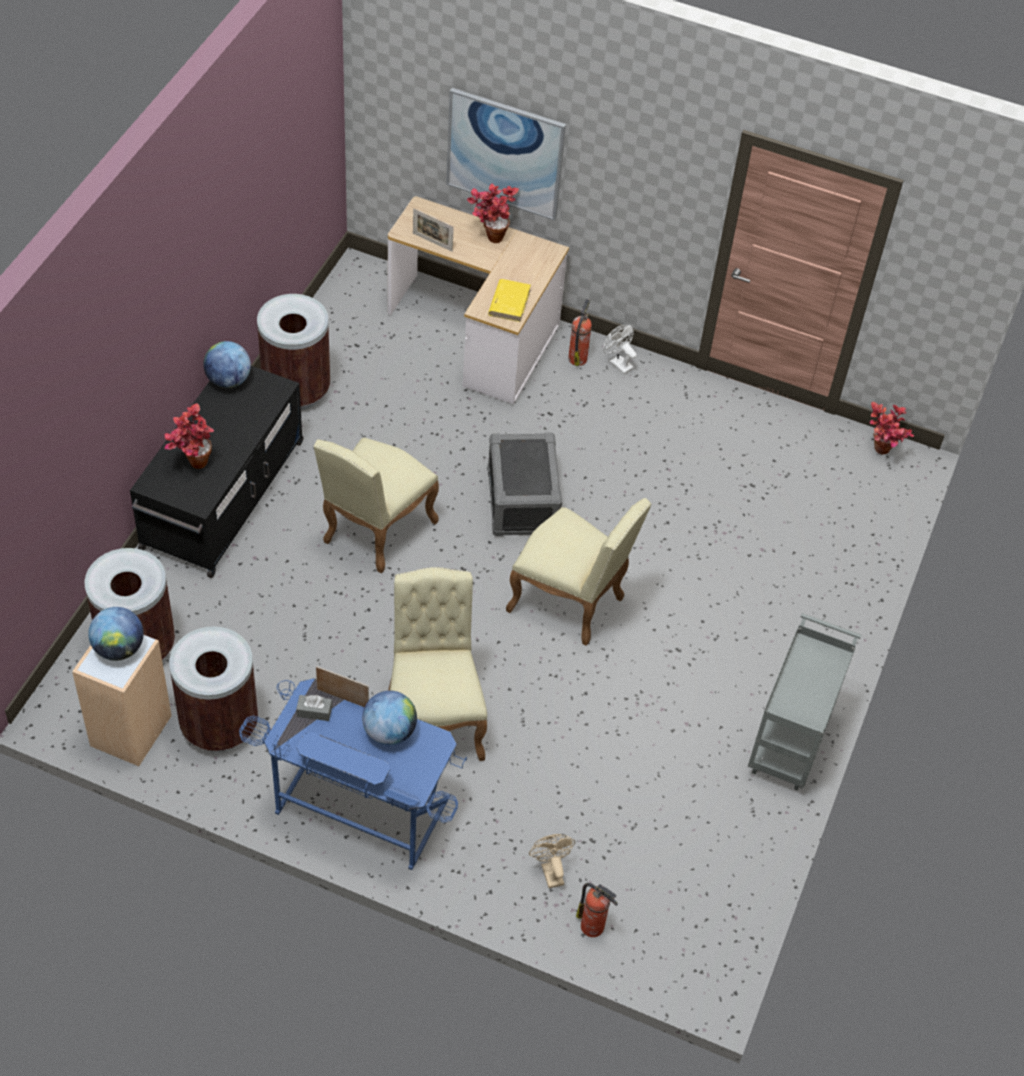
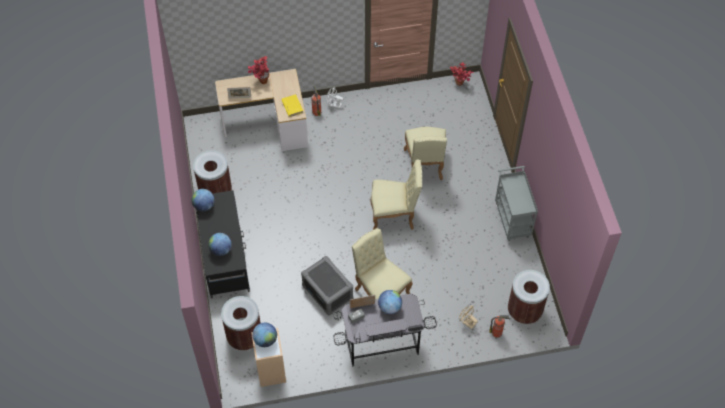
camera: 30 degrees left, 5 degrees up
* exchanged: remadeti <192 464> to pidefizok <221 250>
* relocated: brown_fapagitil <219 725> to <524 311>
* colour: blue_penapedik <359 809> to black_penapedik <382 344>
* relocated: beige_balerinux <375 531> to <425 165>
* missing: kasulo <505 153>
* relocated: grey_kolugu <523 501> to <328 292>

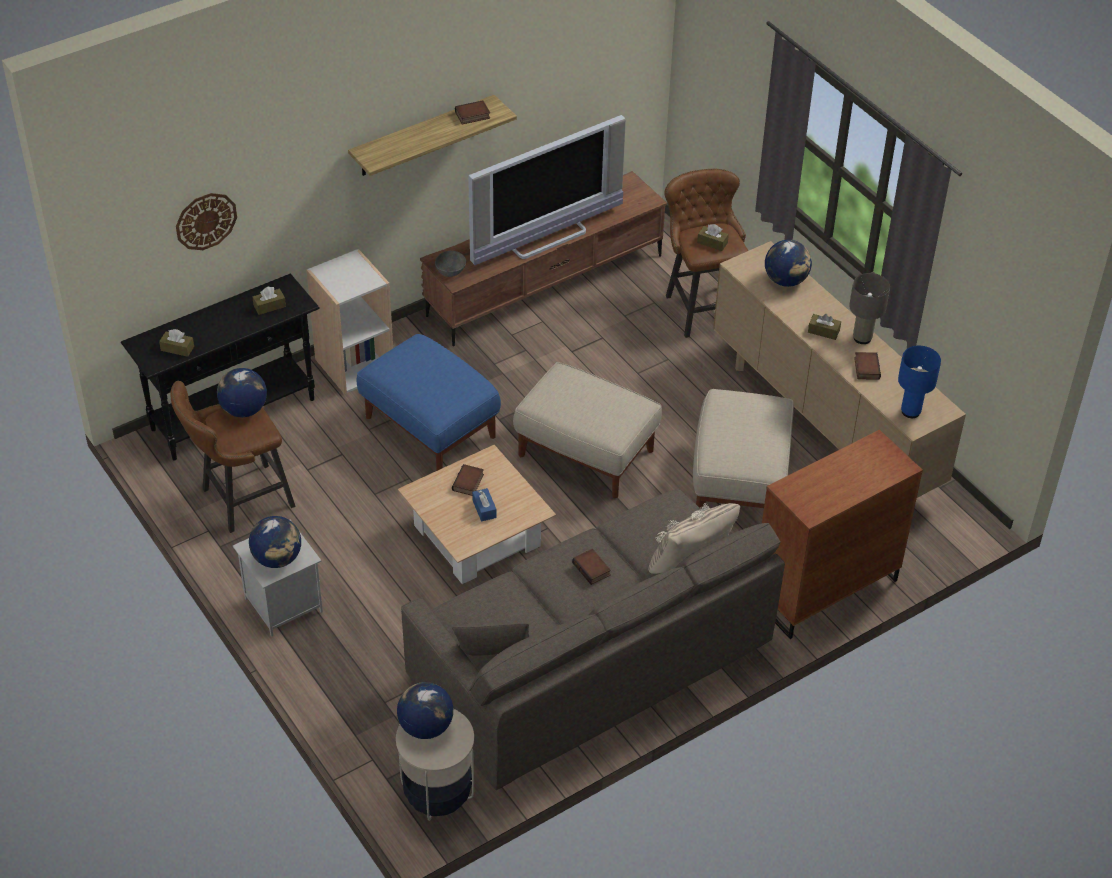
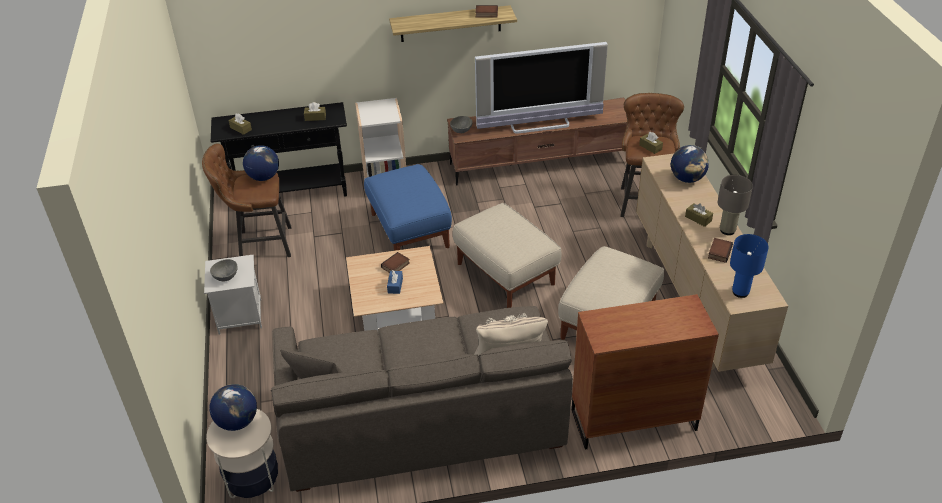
camera: 25 degrees right, 5 degrees down
* missing: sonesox <206 221>
* exchanged: pidefizok <277 559> to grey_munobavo <226 277>
* missing: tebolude <592 569>

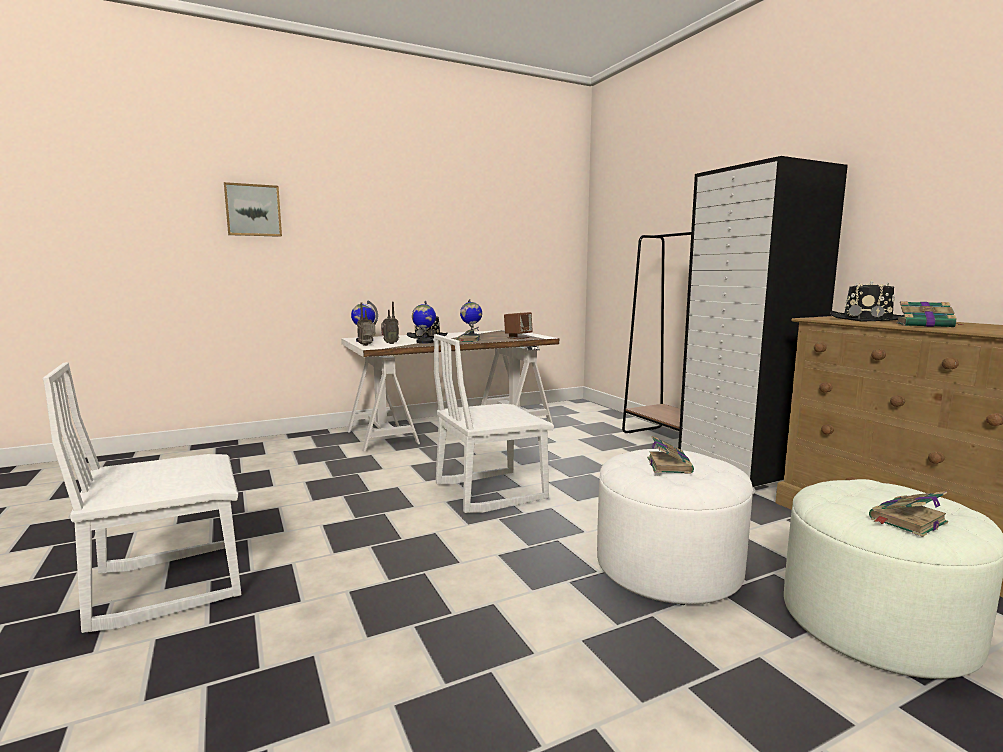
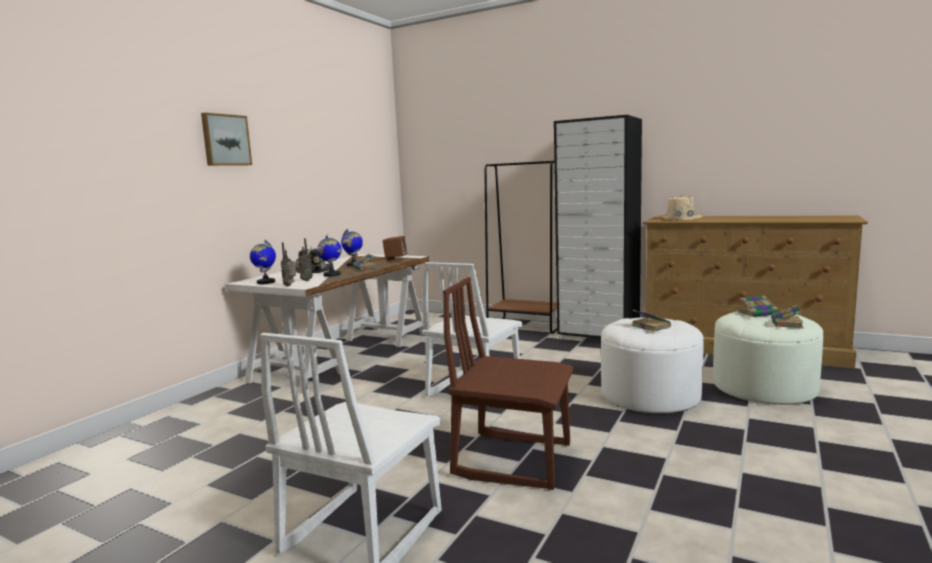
camera: 35 degrees left, 0 degrees up
* relocated: kasulo <253 210> to <225 140>
* colour: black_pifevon <867 319> to beige_pifevon <680 218>
* relocated: tebolude <926 325> to <758 313>
* appeared: brown_balerinux <513 459>

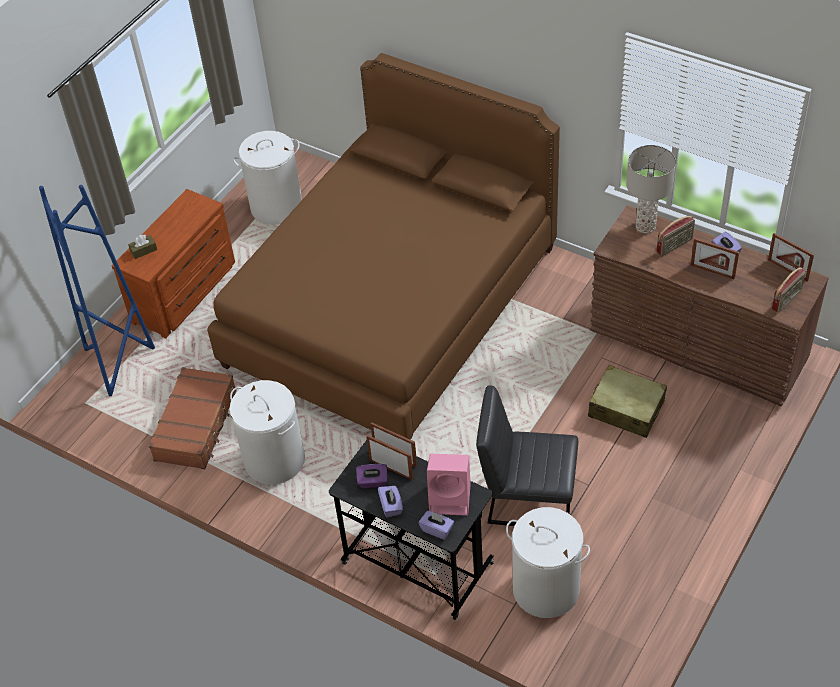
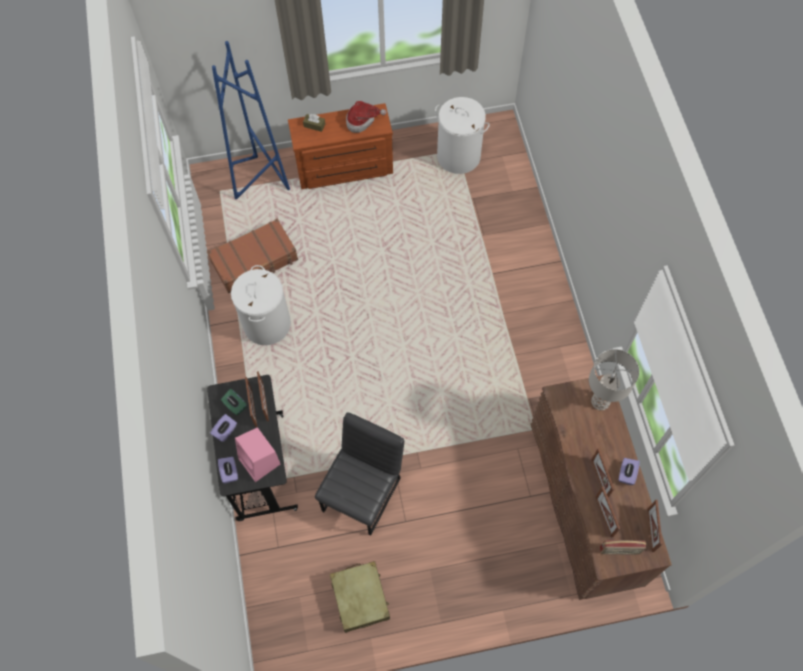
camera: 45 degrees right, 15 degrees up
* missing: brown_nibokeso <391 306>
* colour: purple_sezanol <373 482> to green_sezanol <235 405>
* spun: grey_balerinux <528 498> = <363 492> 60 degrees clockwise
* missing: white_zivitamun <546 589>
* relocated: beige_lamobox <626 409> to <360 598>
* missing: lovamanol <674 246>
* appeared: pifevon <362 121>
* appeared: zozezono <604 516>

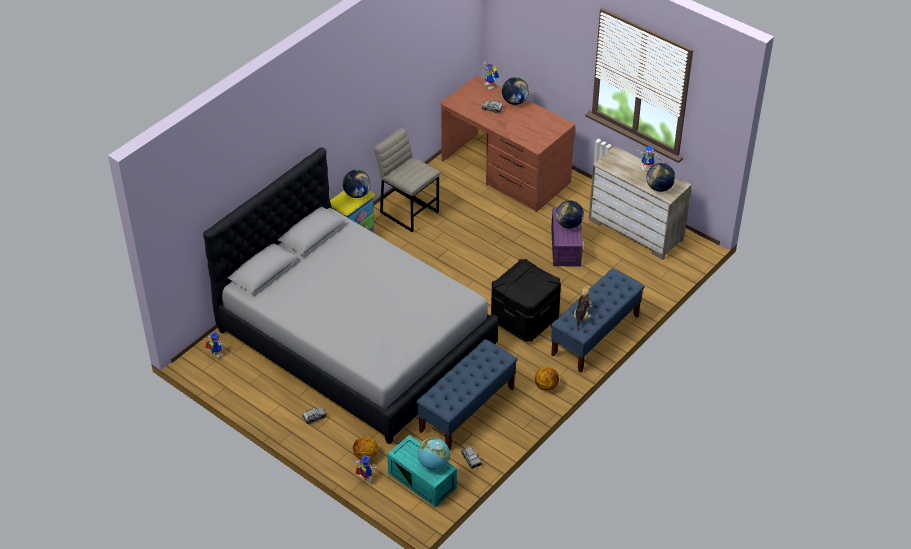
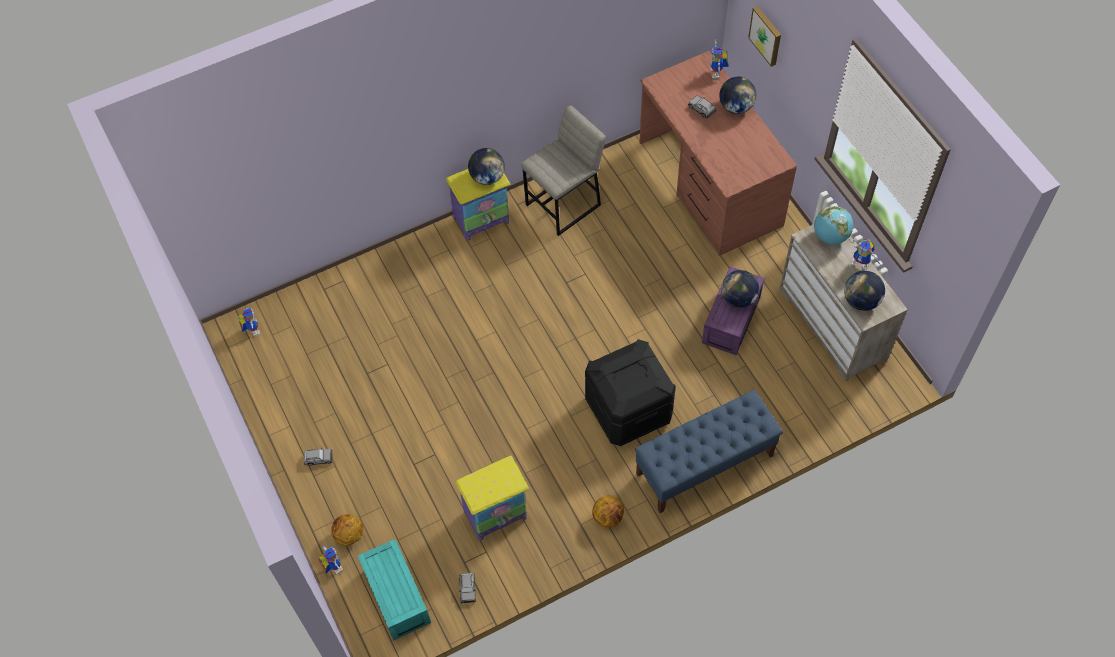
camera: 25 degrees right, 15 degrees up
* missing: grey_nibokeso <356 339>
* spun: grey_balerinux <408 211> = <564 204> 75 degrees clockwise
* exchanged: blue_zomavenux <467 409> to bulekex <497 515>
* relocated: pidefizok <433 464> to <830 236>
* missing: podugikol <582 316>
* appeared: kasulo <766 35>

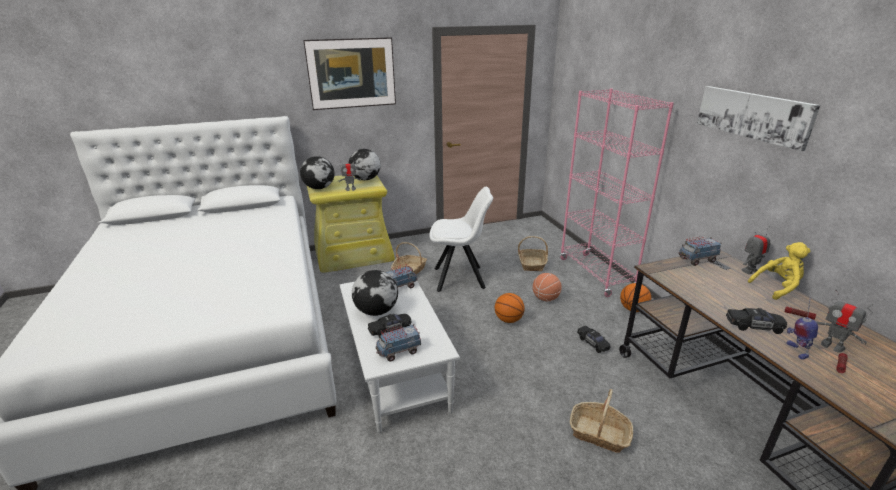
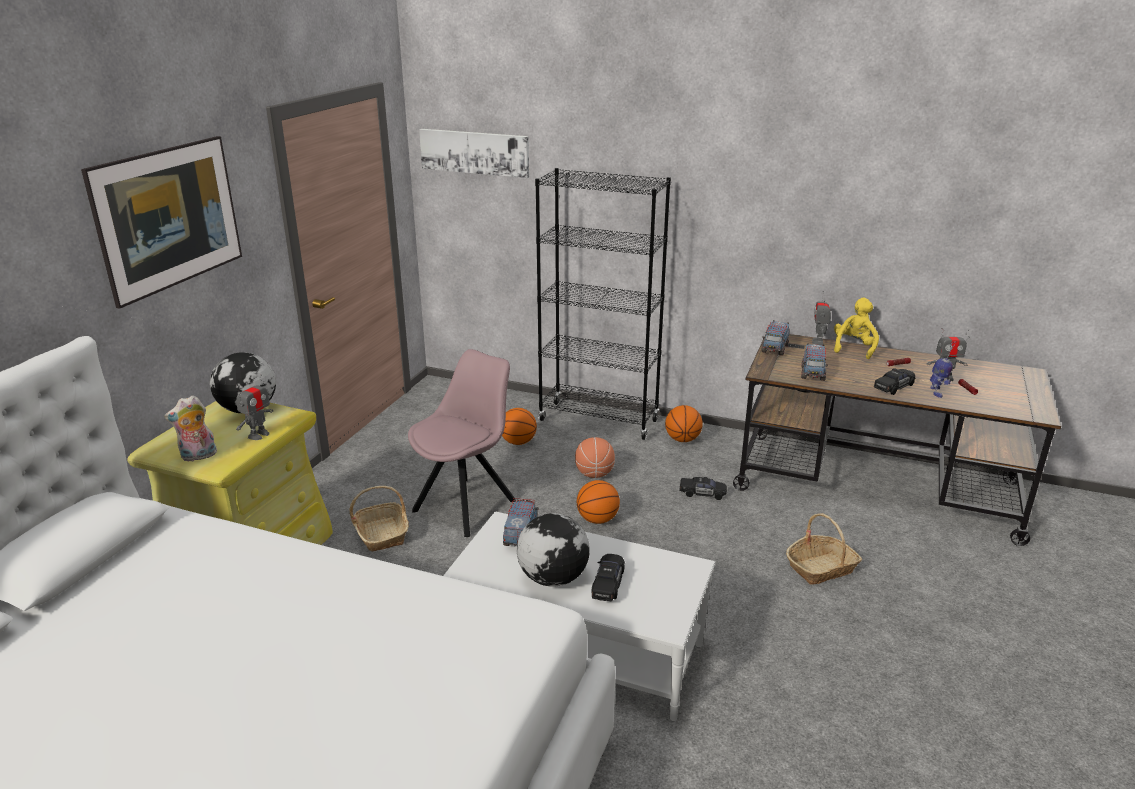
camera: 50 degrees left, 0 degrees up
* exchanged: pidefizok <320 188> to podugikol <198 456>
* relocated: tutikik <399 351> to <812 374>
* colour: white_balerinux <459 278> to pink_balerinux <466 506>
* exchanged: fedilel <532 264> to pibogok <518 442>
* colour: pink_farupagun <595 274> to black_farupagun <599 420>
* relocated: kasulo <752 115> to <474 152>
* spun: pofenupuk <796 350> = <937 392> 120 degrees counterclockwise

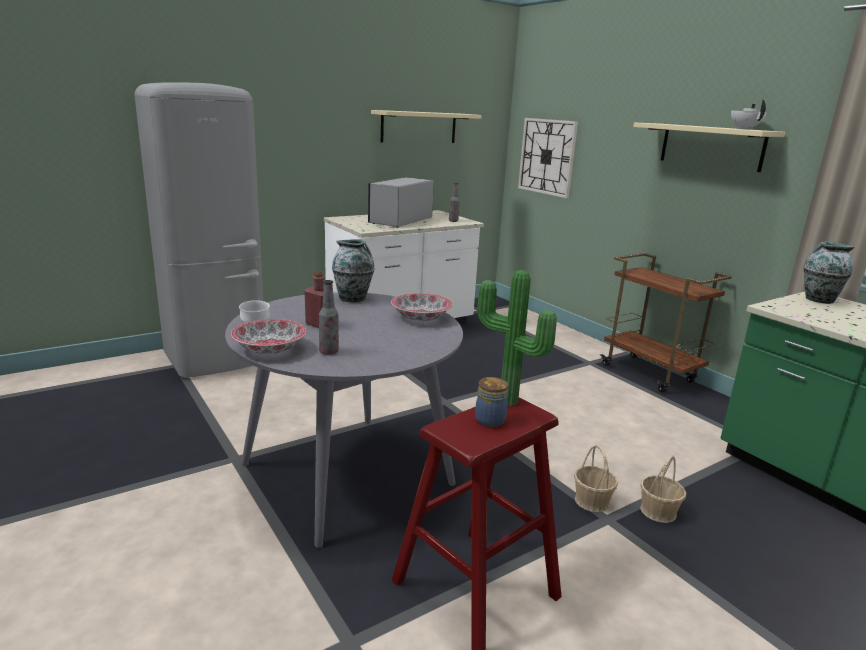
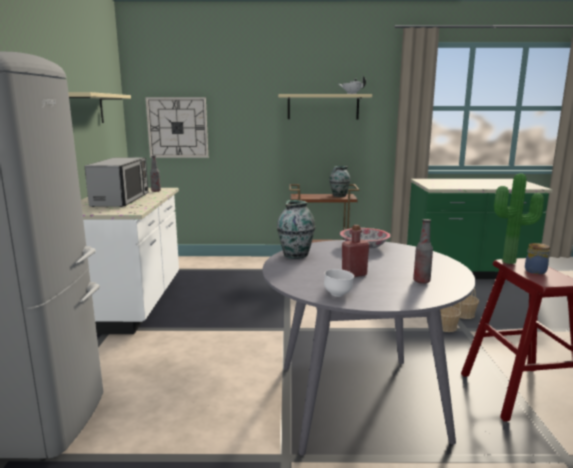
camera: 55 degrees left, 5 degrees down
* missing: munobavo <270 349>
* spun: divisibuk <400 220> = <121 200> 150 degrees counterclockwise
* relocated: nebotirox <818 299> to <339 195>

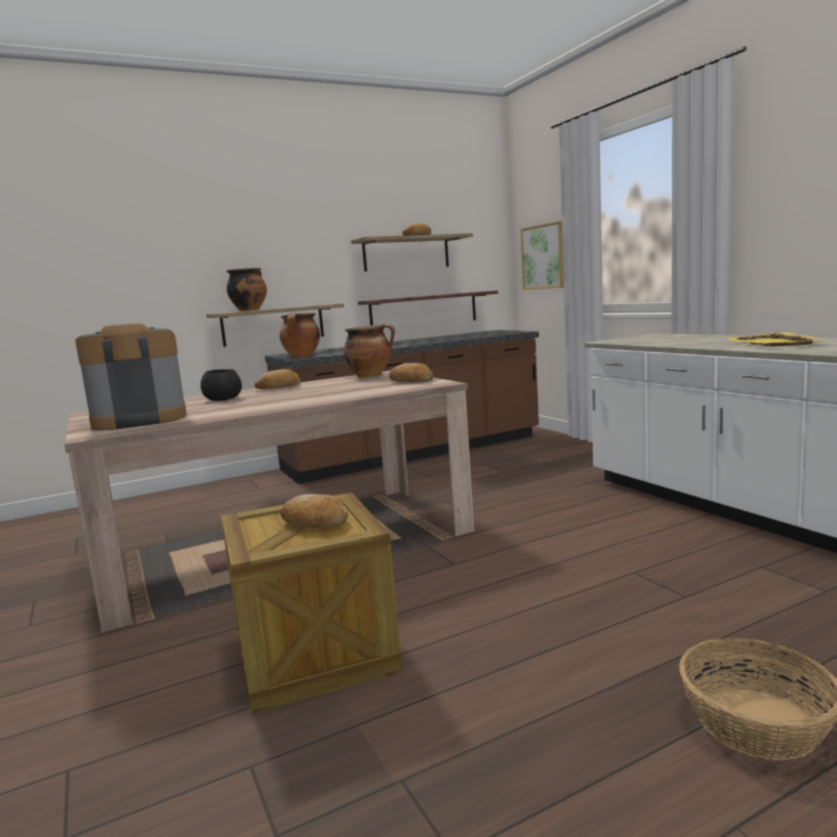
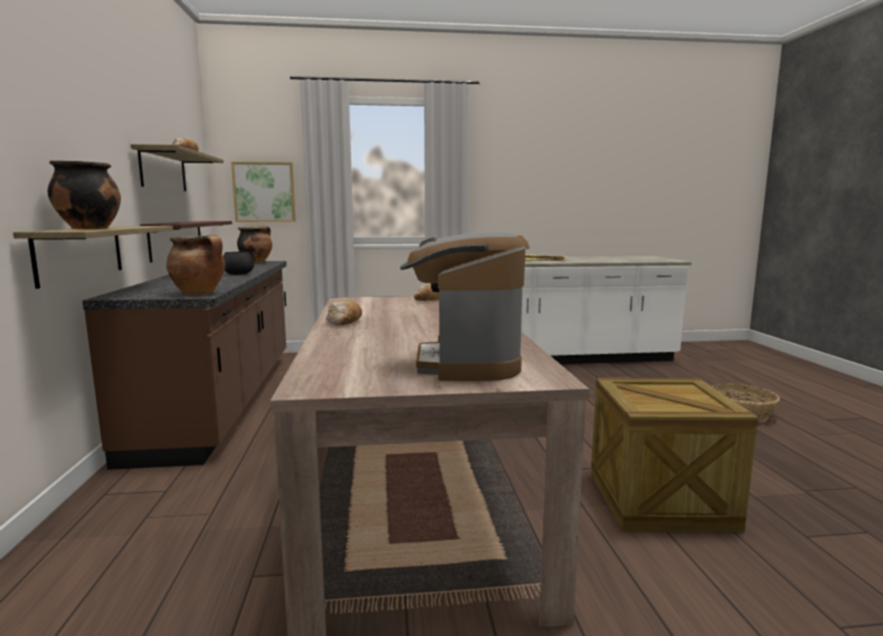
camera: 70 degrees left, 0 degrees up
* relocated: black_munobavo <222 399> to <238 274>
* missing: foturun <314 523>
* relocated: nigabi <371 376> to <256 262>

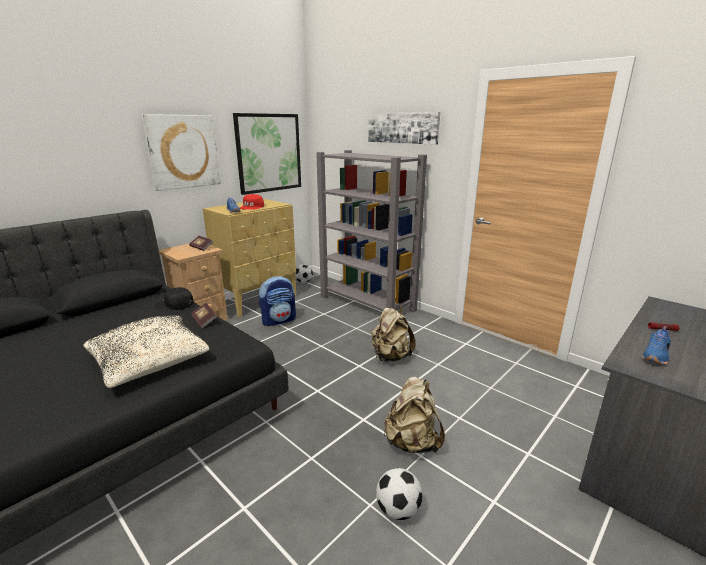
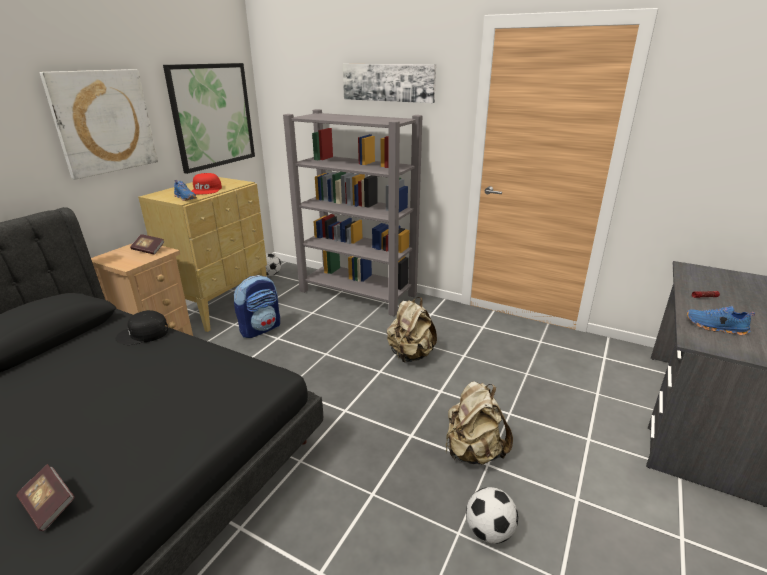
camera: 15 degrees left, 5 degrees up
* missing: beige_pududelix <151 359>
* relocated: tebolude <204 321> to <49 505>
* spun: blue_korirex <656 356> = <715 327> 90 degrees clockwise

